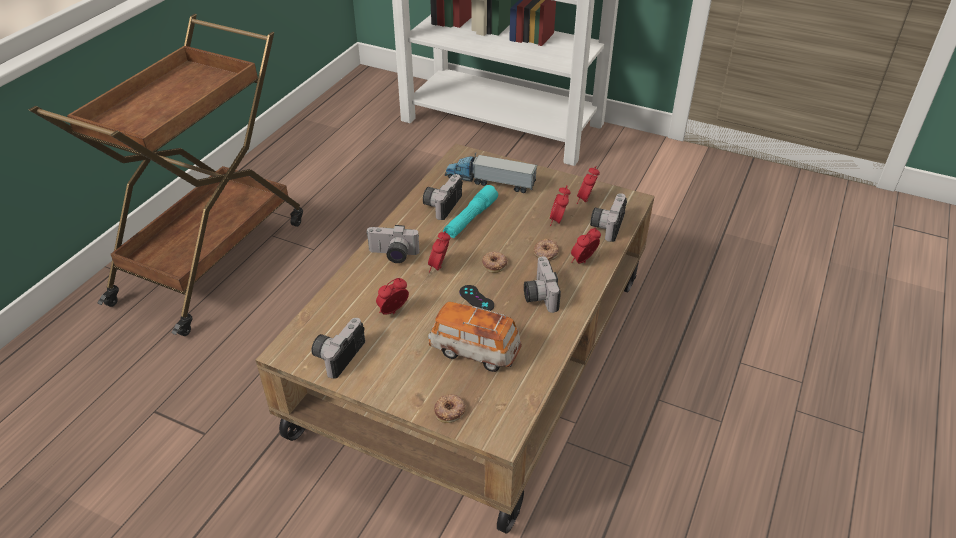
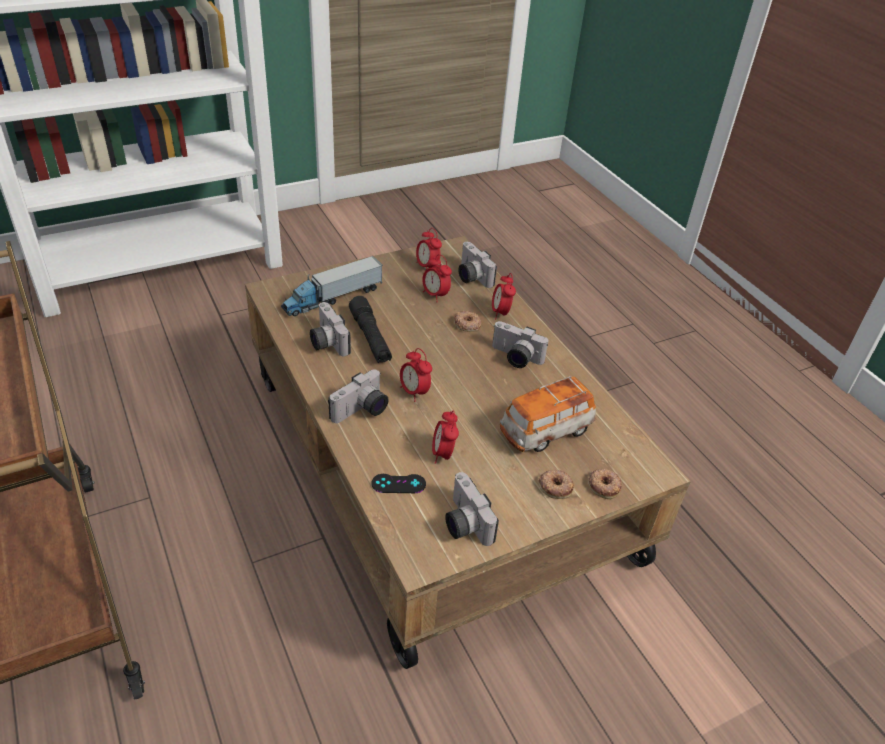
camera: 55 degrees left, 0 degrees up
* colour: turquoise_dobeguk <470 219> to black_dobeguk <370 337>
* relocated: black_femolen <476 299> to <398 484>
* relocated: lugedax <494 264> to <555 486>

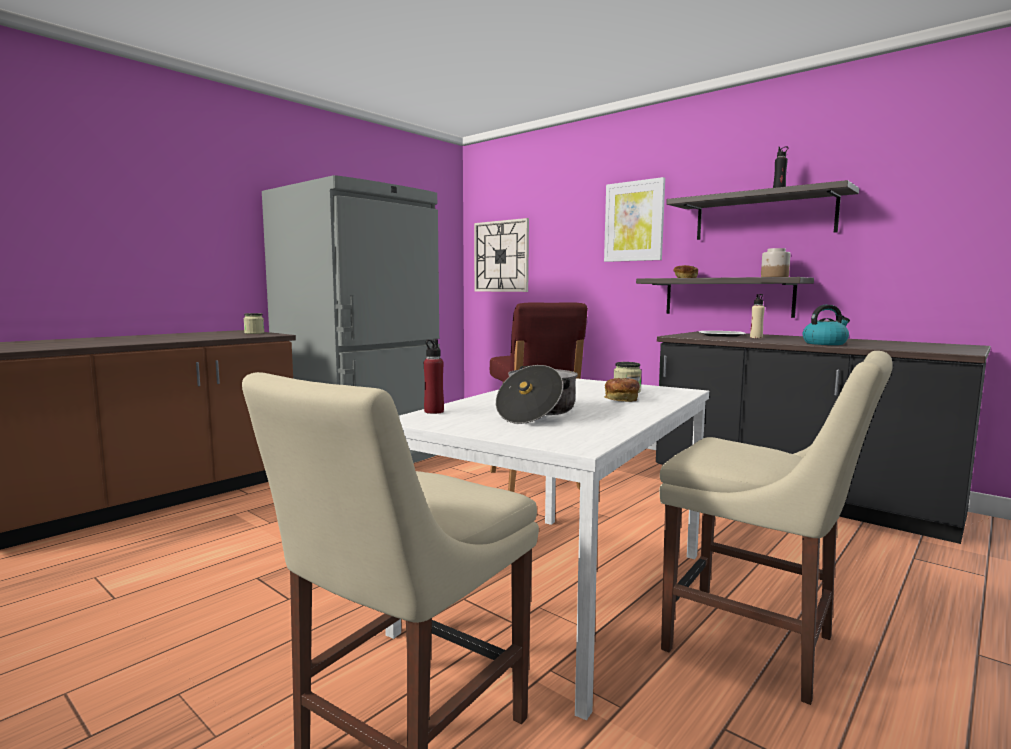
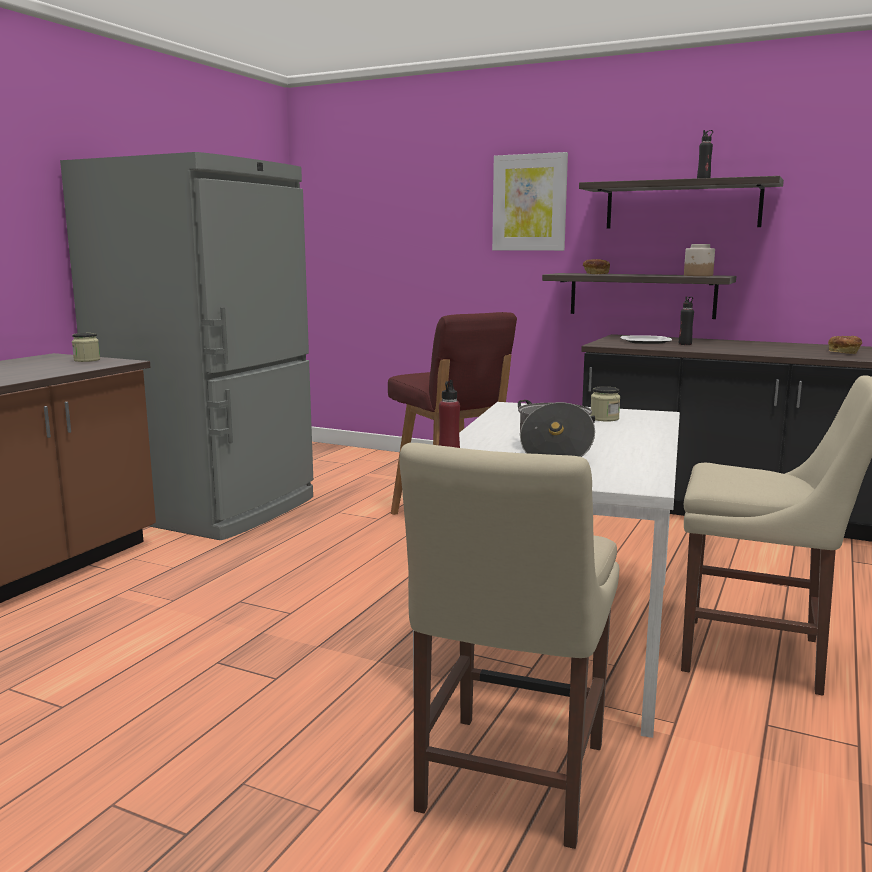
camera: 15 degrees left, 5 degrees up
* missing: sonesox <501 256>
* relocated: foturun <621 399> to <844 352>
* colour: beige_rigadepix <756 337> to black_rigadepix <685 344>
* missing: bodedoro <825 343>

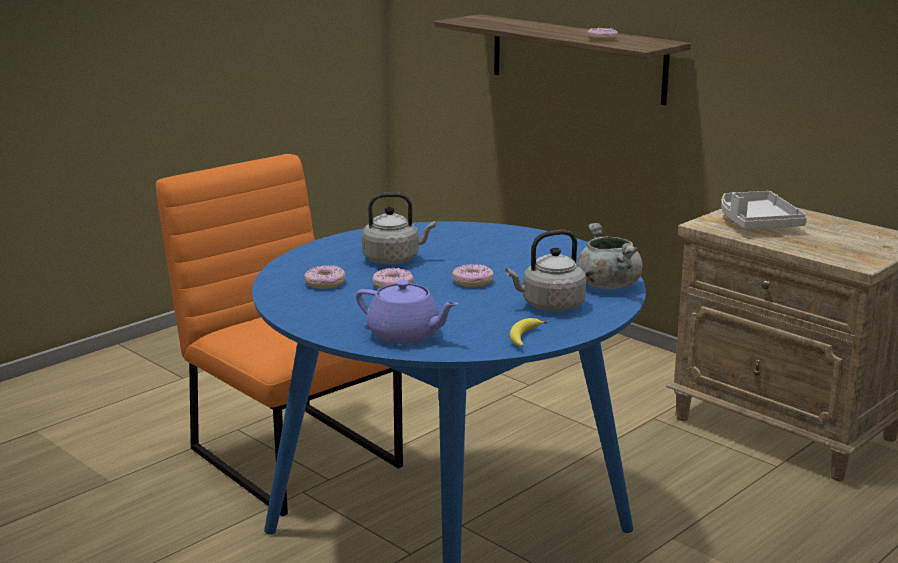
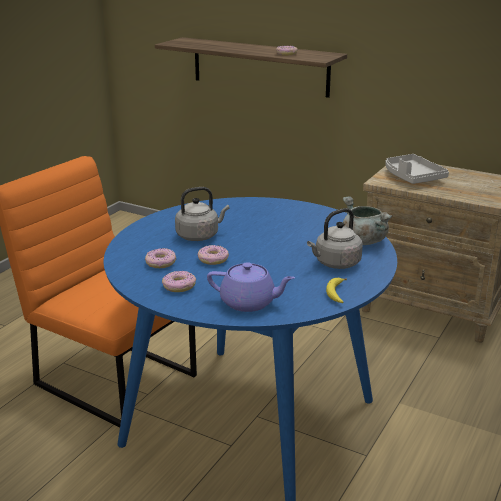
camera: 15 degrees left, 5 degrees up
* relocated: lugedax <472 281> to <179 286>

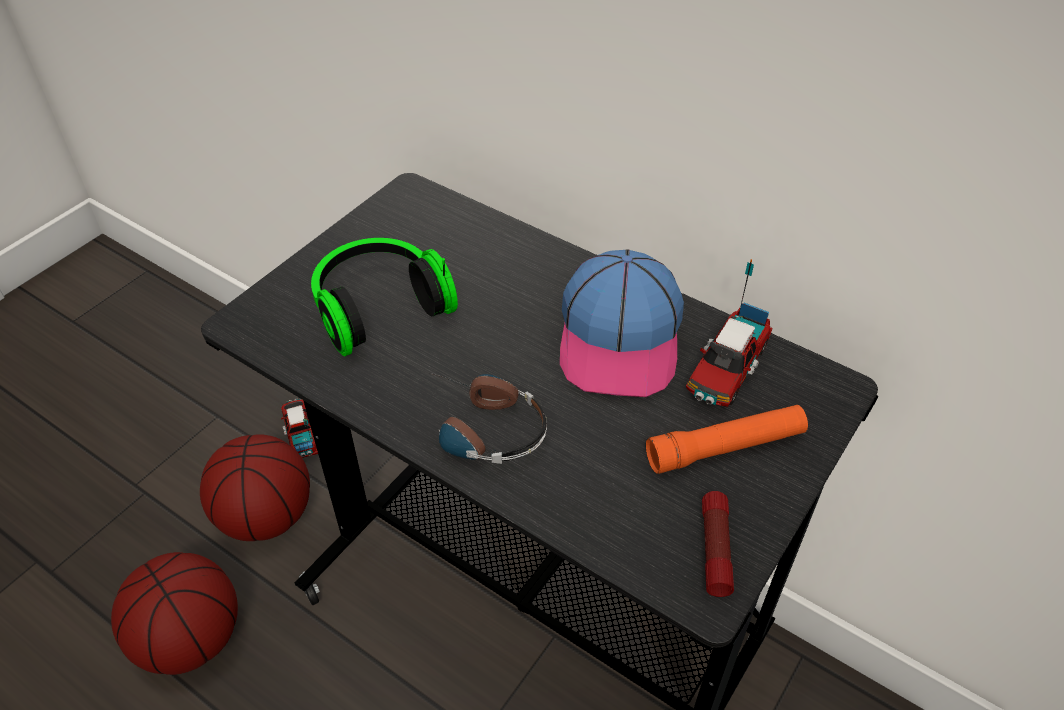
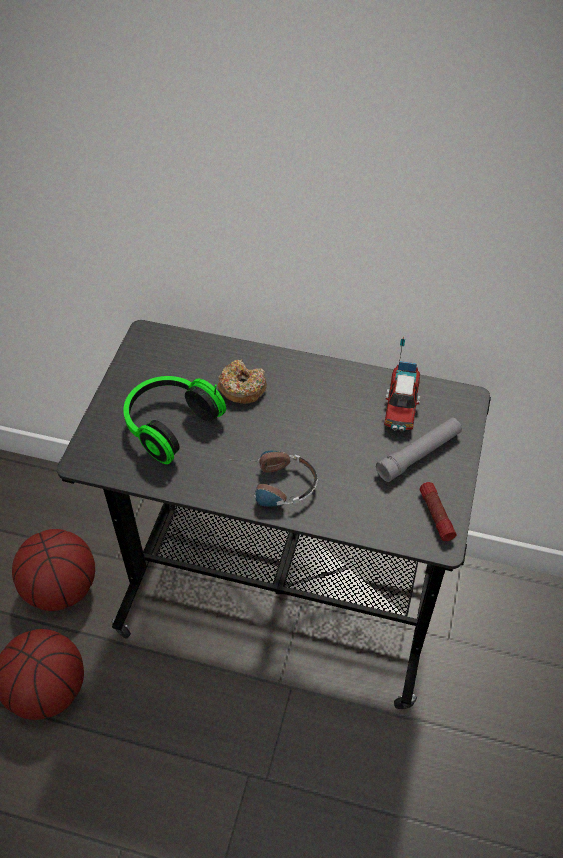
camera: 20 degrees left, 5 degrees up
* missing: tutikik <301 433>
* missing: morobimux <620 338>
* colour: orange_dobeguk <725 448> to grey_dobeguk <419 454>
* appeared: lugedax <242 388>

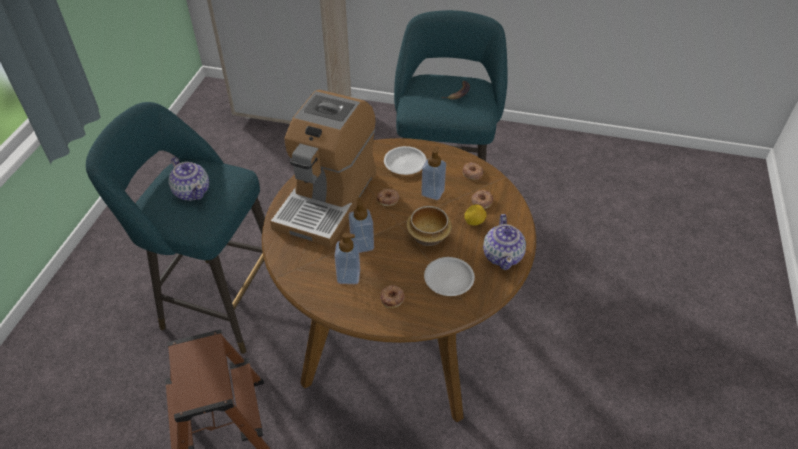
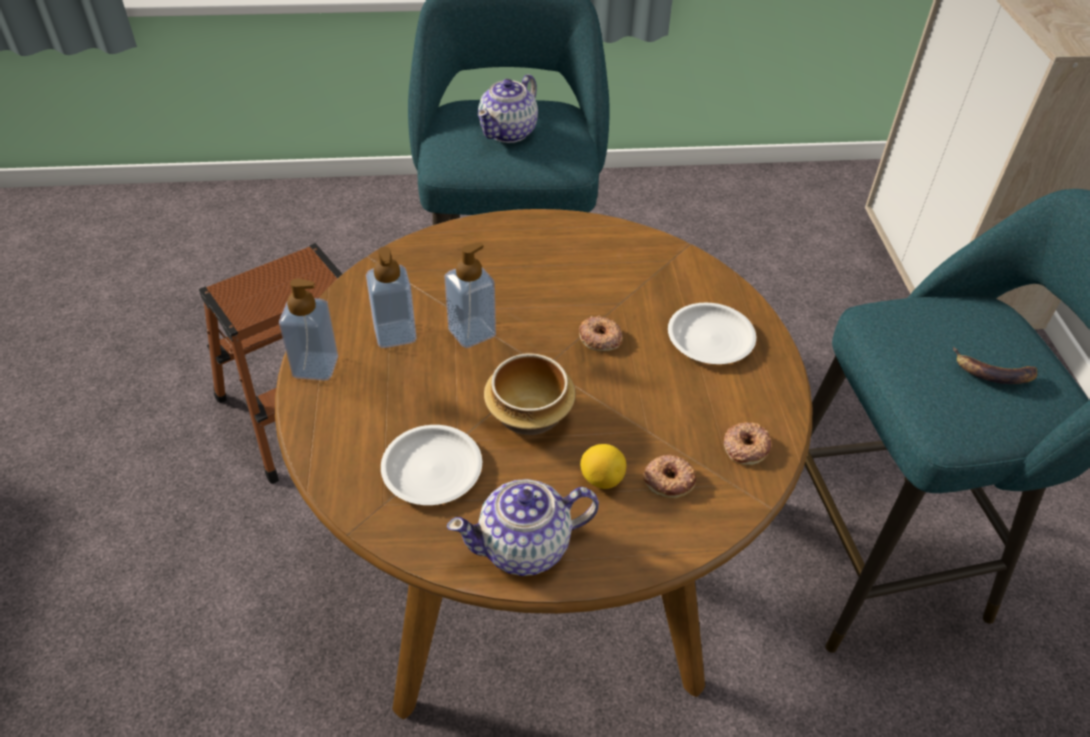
camera: 70 degrees right, 0 degrees up
* missing: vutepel <327 199>
* missing: lugedax <392 298>
* relocated: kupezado <432 192> to <315 366>

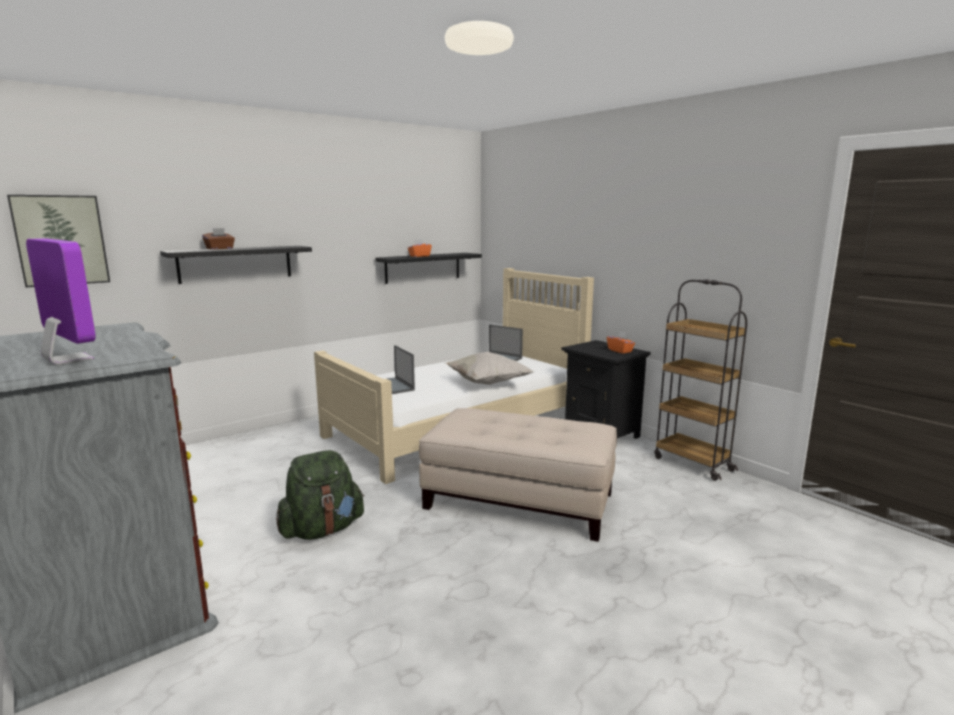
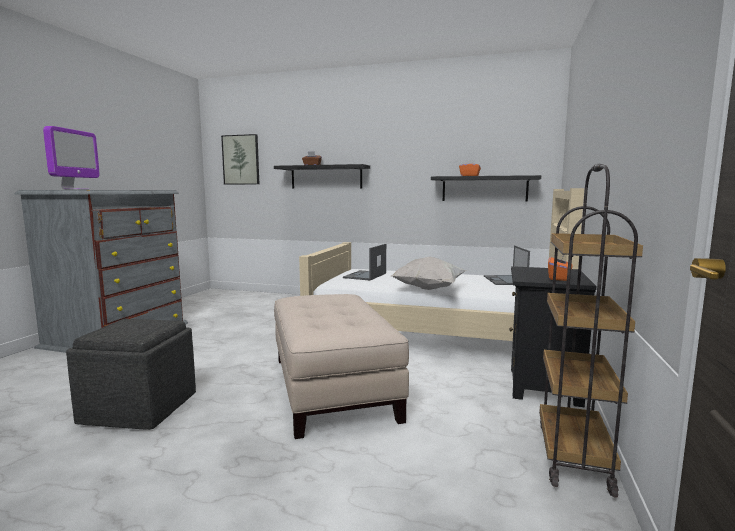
camera: 55 degrees right, 5 degrees down
* missing: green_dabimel <322 530>
* appeared: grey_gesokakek <139 407>

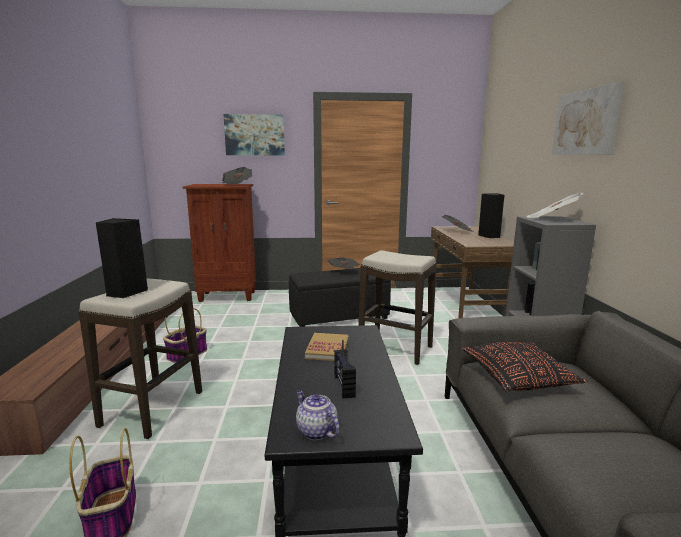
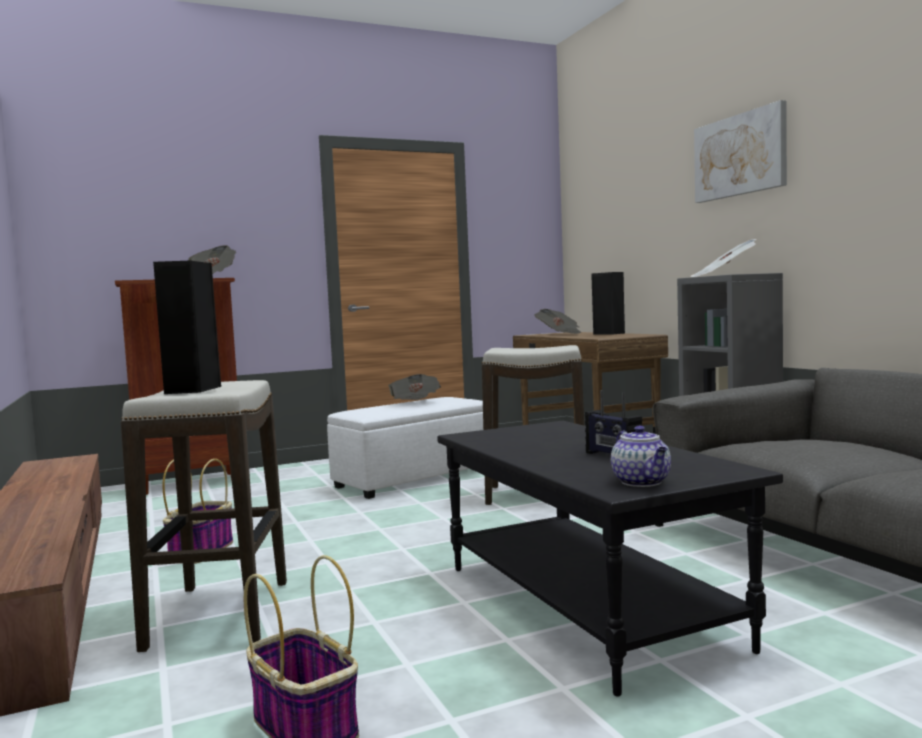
camera: 20 degrees left, 10 degrees down
* missing: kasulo <255 135>
* colour: black_gesokakek <339 317> to white_gesokakek <415 478>
* spun: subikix <315 431> = <642 482> 135 degrees counterclockwise
* missing: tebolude <327 349>
* missing: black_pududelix <518 378>

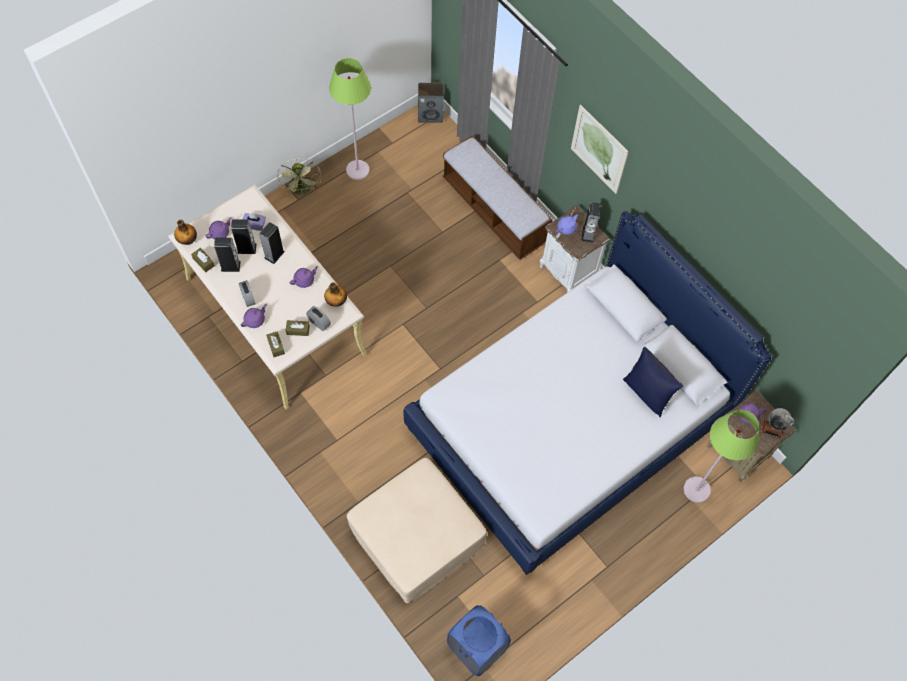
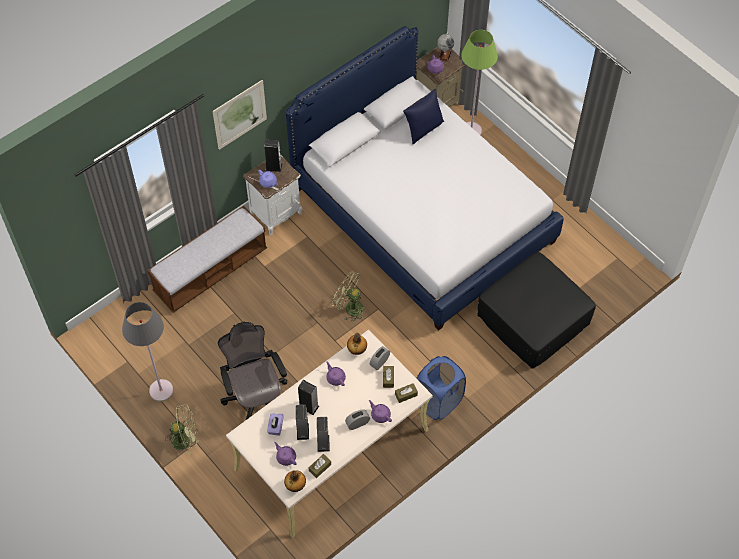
camera: 90 degrees left, 5 degrees down
* colour: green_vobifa <357 170> to grey_vobifa <161 390>
* colour: beige_gesokakek <417 535> to black_gesokakek <533 318>
* missing: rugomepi <431 115>
* relocated: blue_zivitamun <476 647> to <438 401>
* appeared: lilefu <256 400>
* appeared: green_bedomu <349 307>

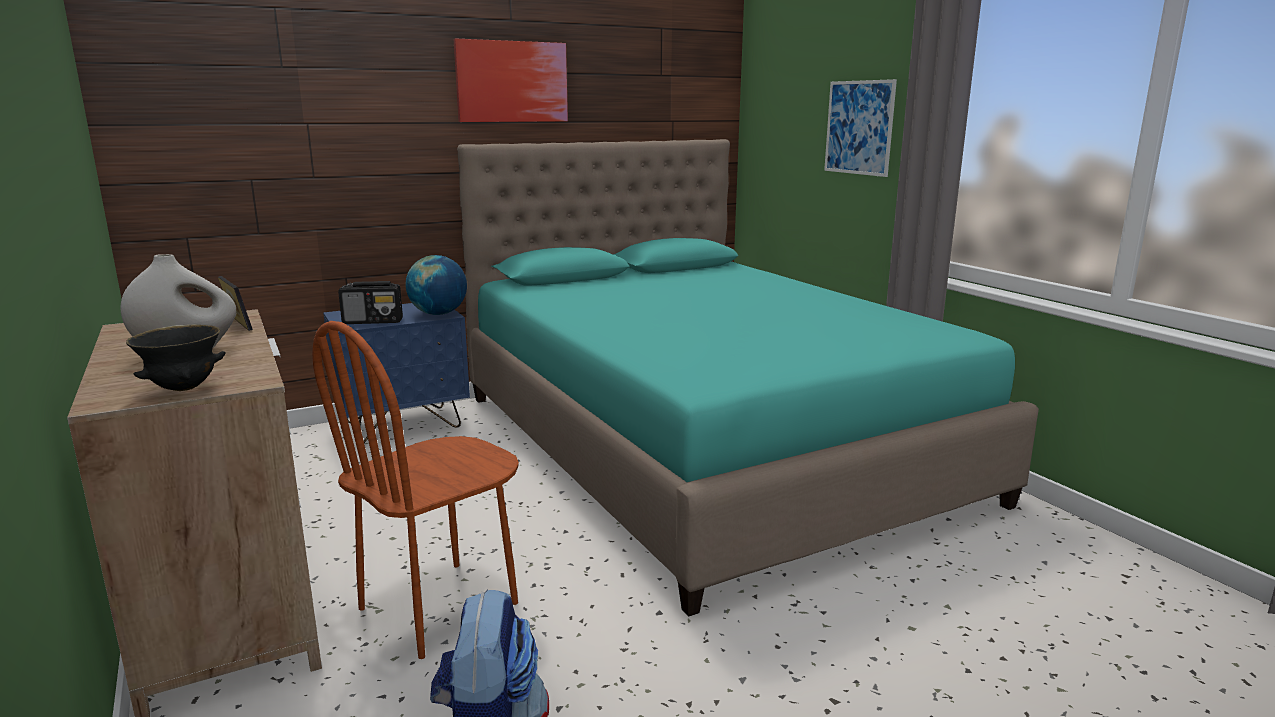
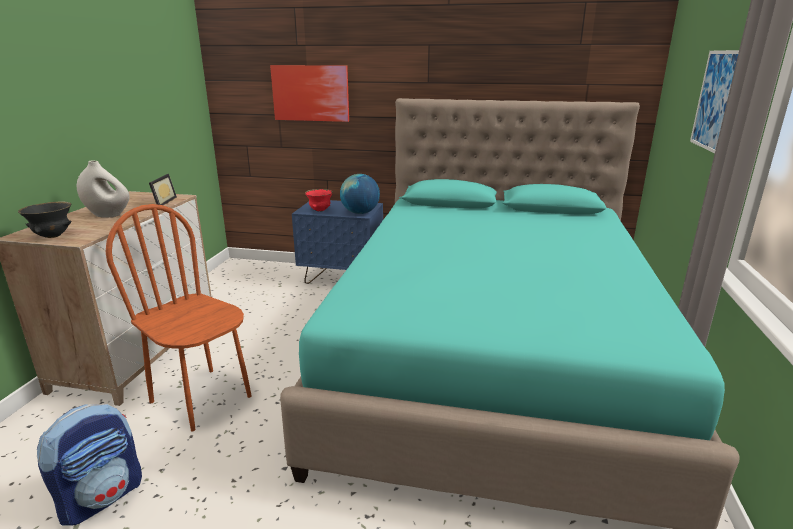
camera: 40 degrees right, 5 degrees up
* spun: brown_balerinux <439 606> = <202 398> 45 degrees clockwise
* exchanged: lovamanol <373 321> to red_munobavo <320 210>
* relocated: kasulo <512 82> to <310 93>

